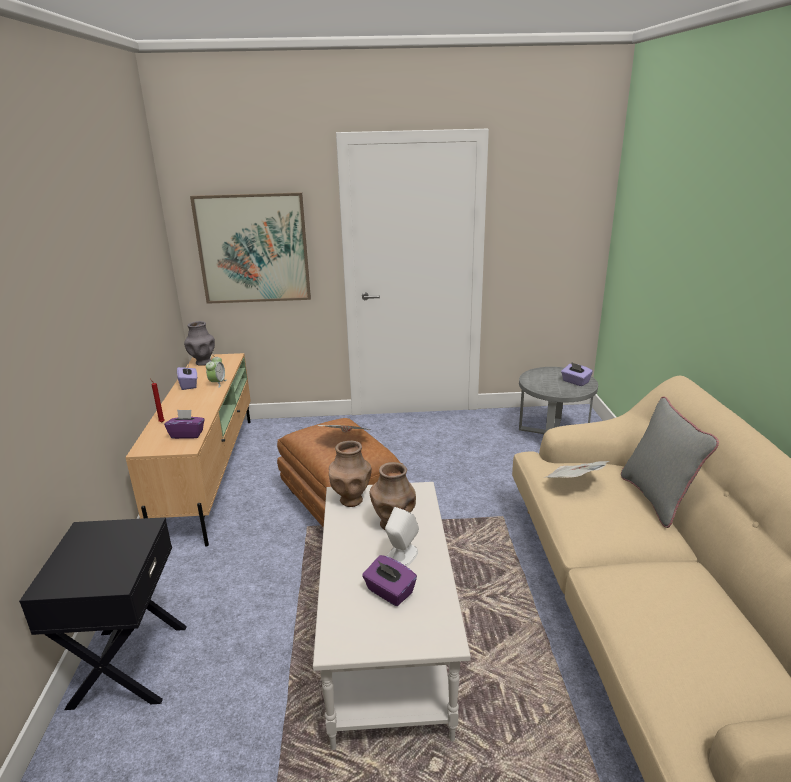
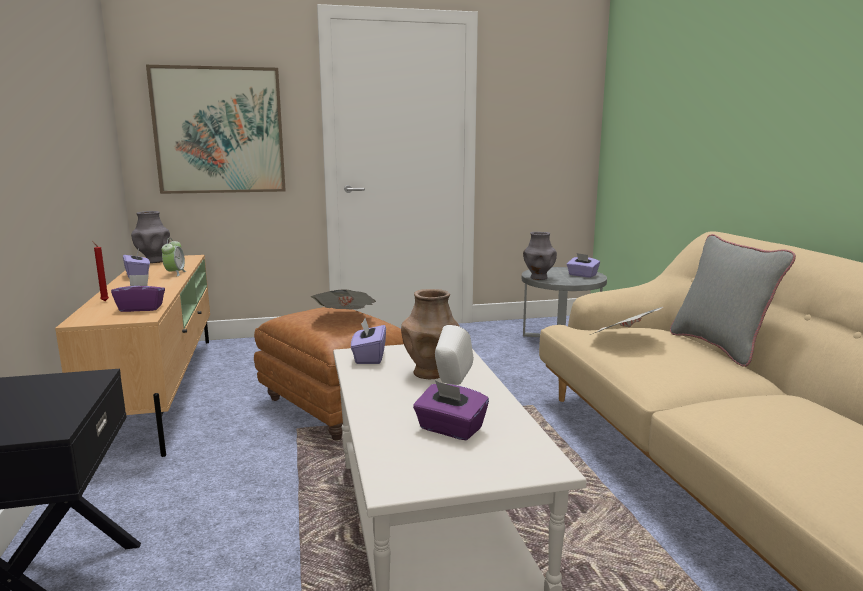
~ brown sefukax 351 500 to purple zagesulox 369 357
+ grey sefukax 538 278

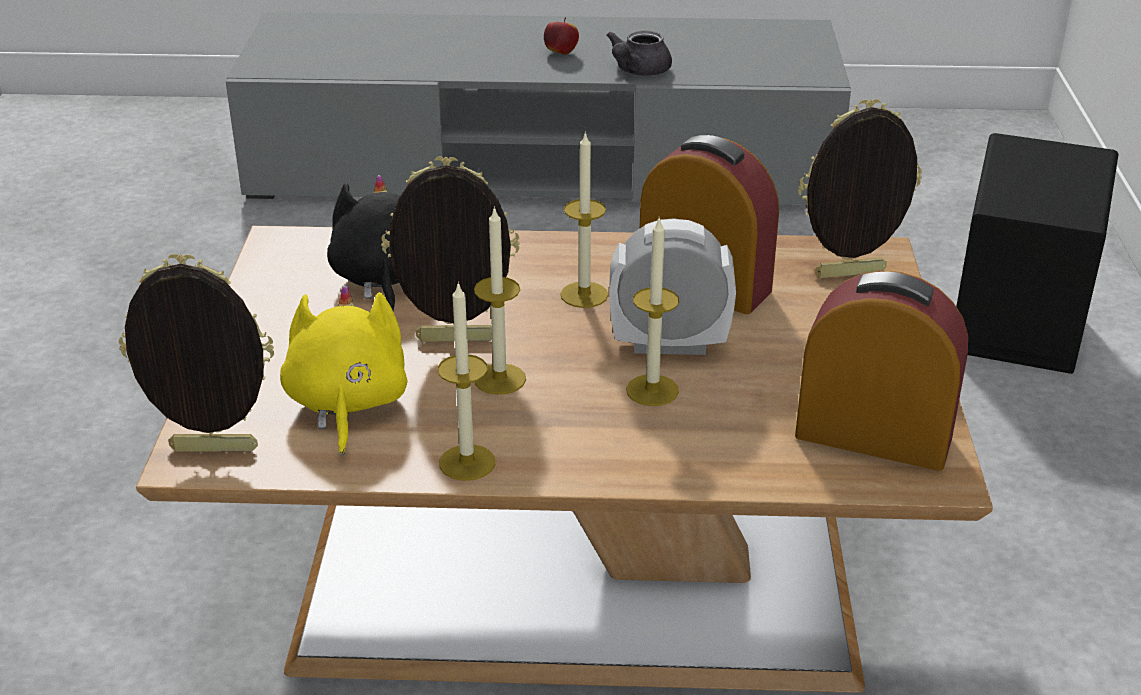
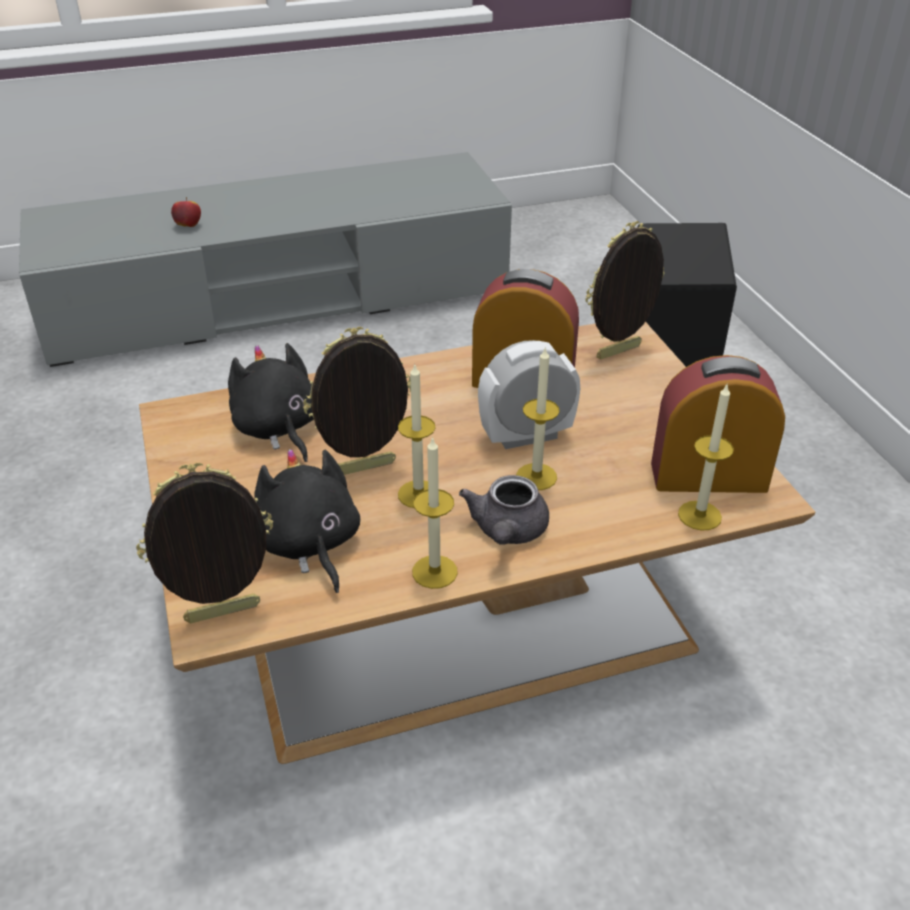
~ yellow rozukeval 346 404 to black rozukeval 310 545
~ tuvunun 561 53 to 188 226
~ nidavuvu 584 295 to 699 515
~ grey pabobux 637 71 to 507 532

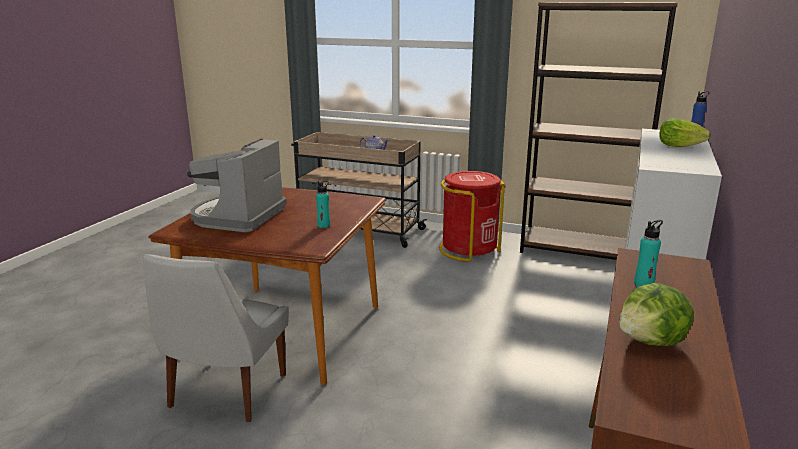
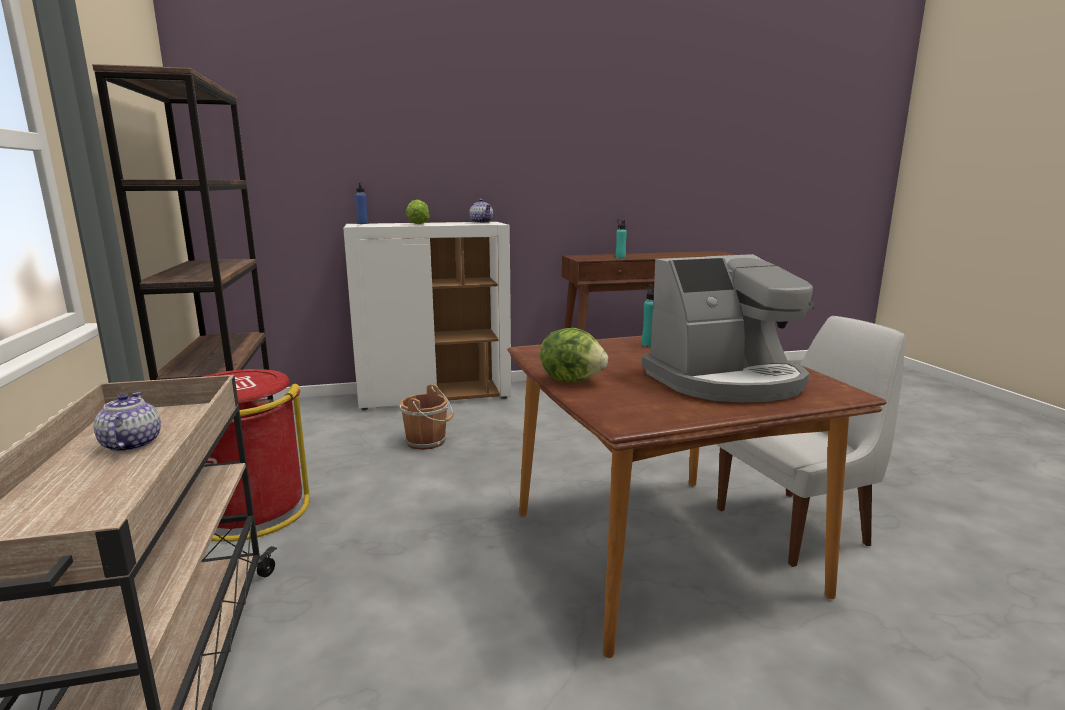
~ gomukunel 652 342 to 572 380
+ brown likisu 428 441
+ pabobux 481 222

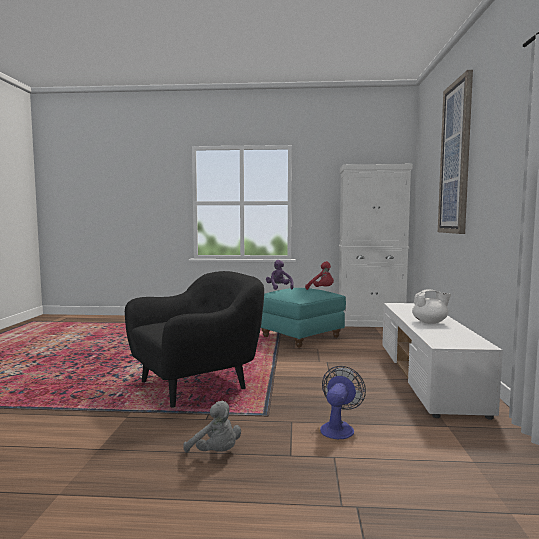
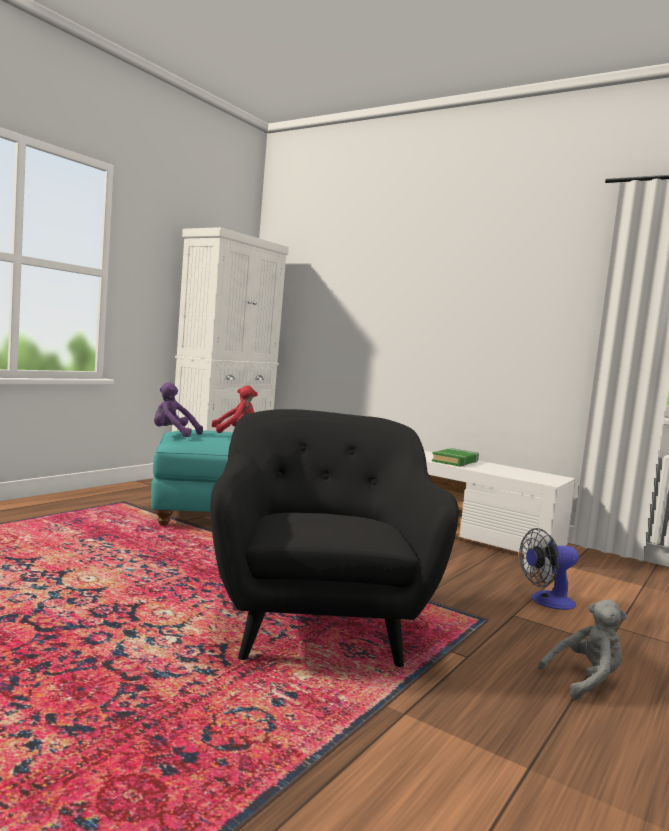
~ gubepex 338 428 = 546 601 75 degrees counterclockwise
~ white pabobux 430 322 to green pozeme 455 461
- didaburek 456 158

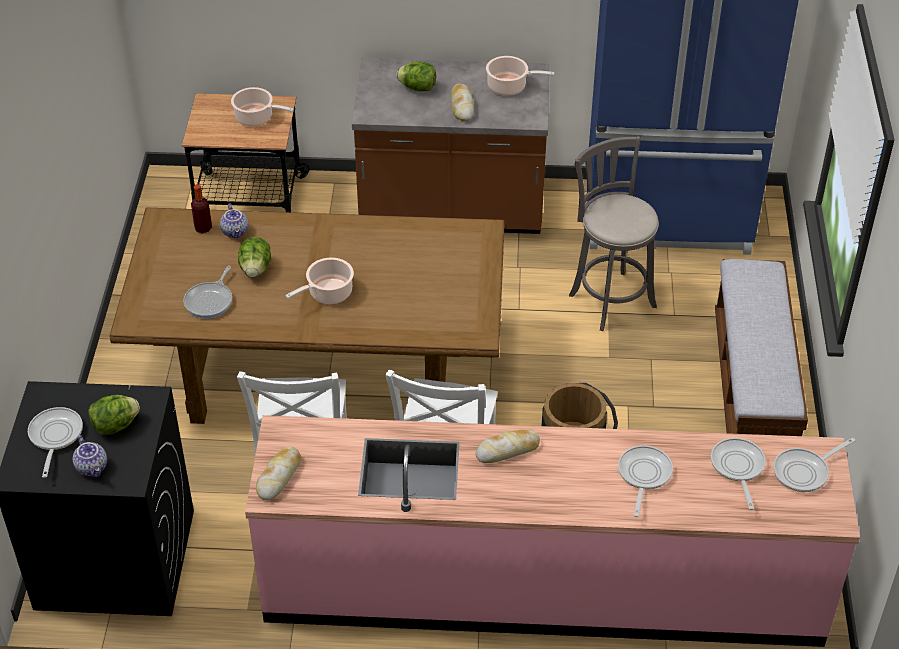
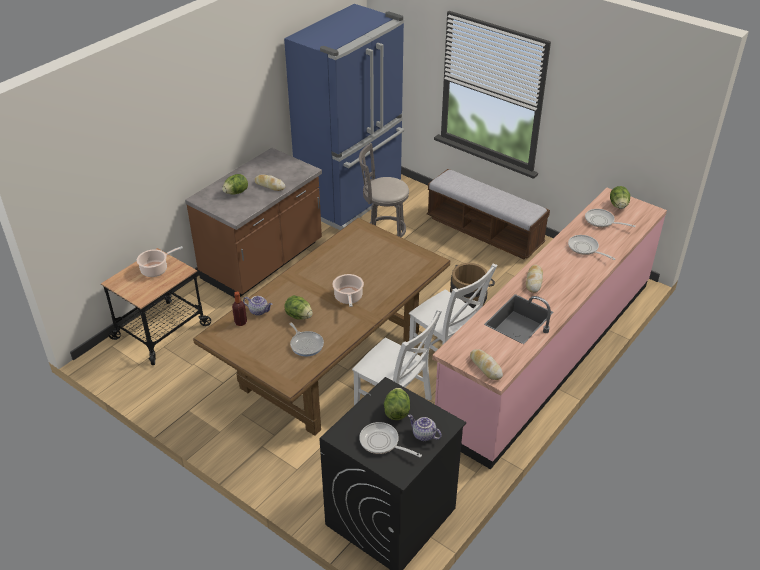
~ pabobux 93 467 = 423 435 150 degrees counterclockwise
- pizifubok 509 87
~ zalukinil 804 472 to gomukunel 618 206

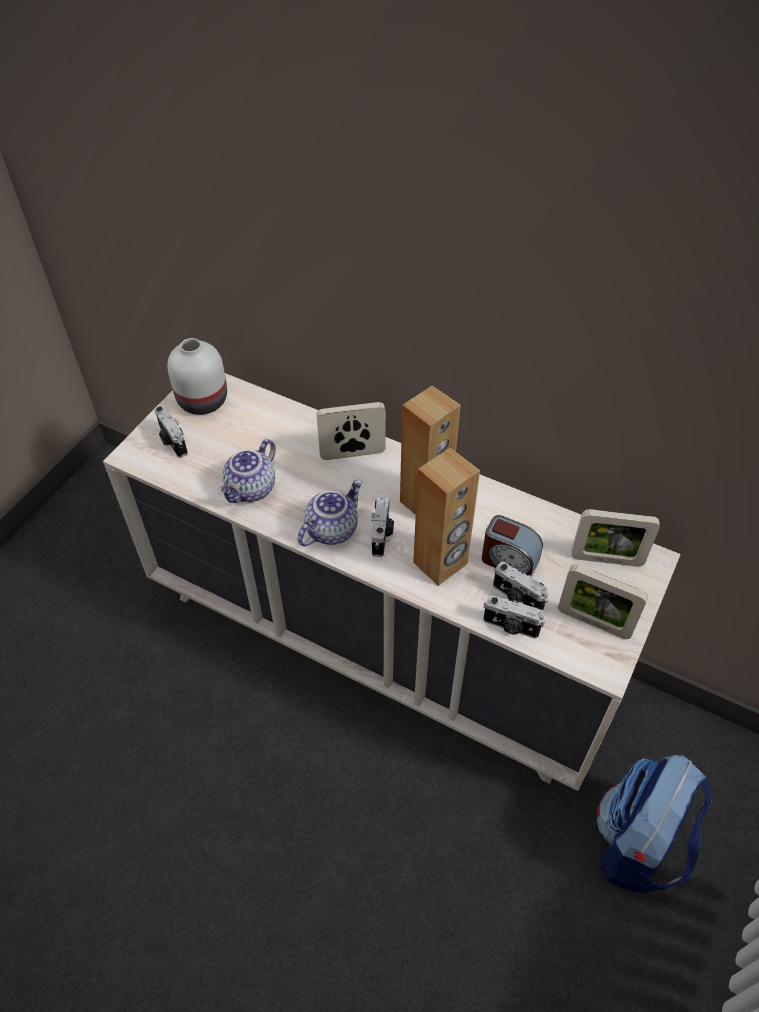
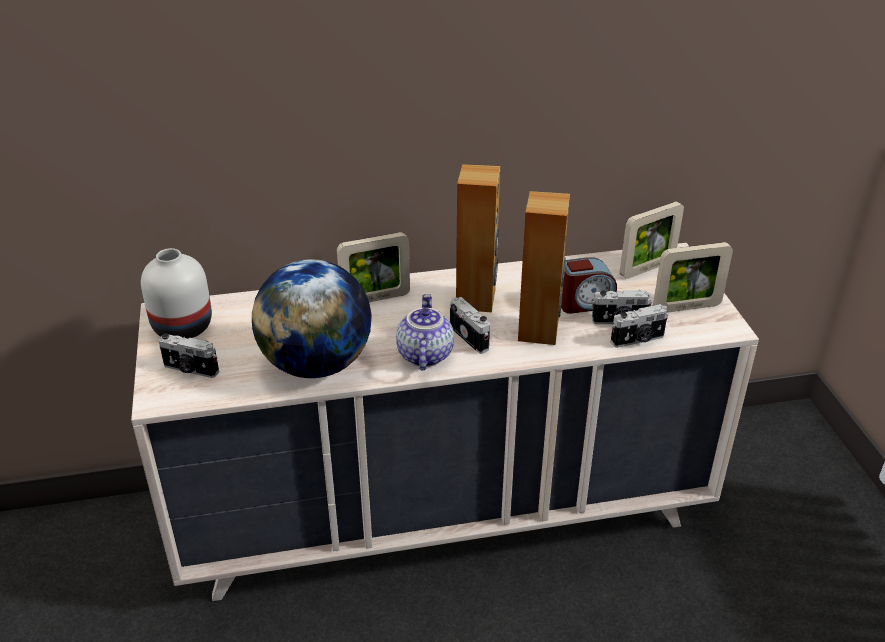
~ pabobux 252 490 to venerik 317 364
~ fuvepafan 352 454 = 375 298 150 degrees counterclockwise
- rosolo 638 844

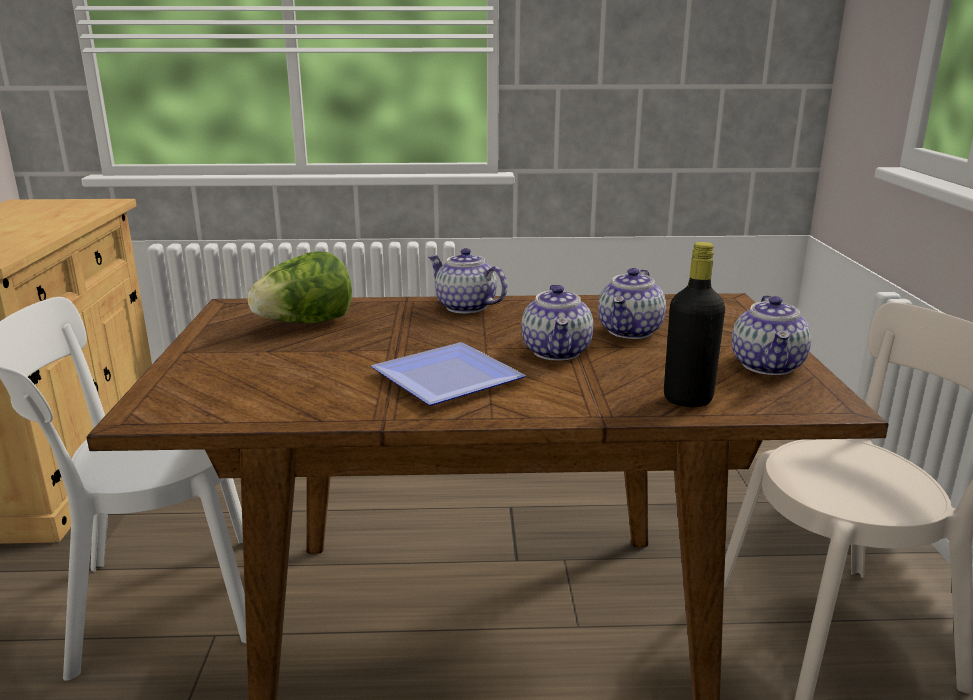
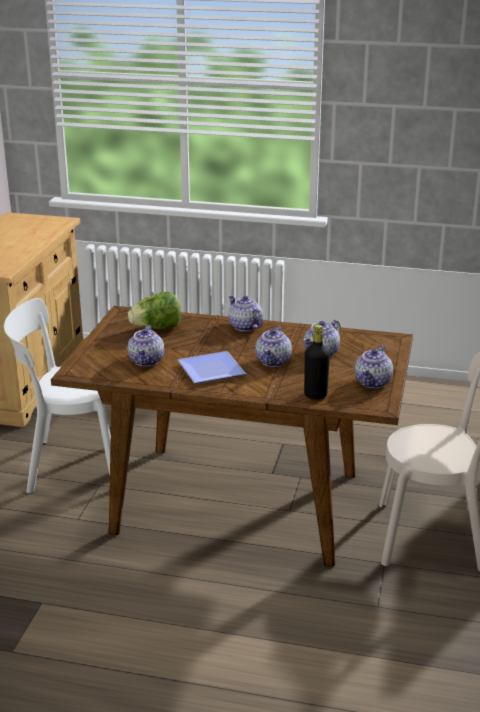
+ pabobux 147 361

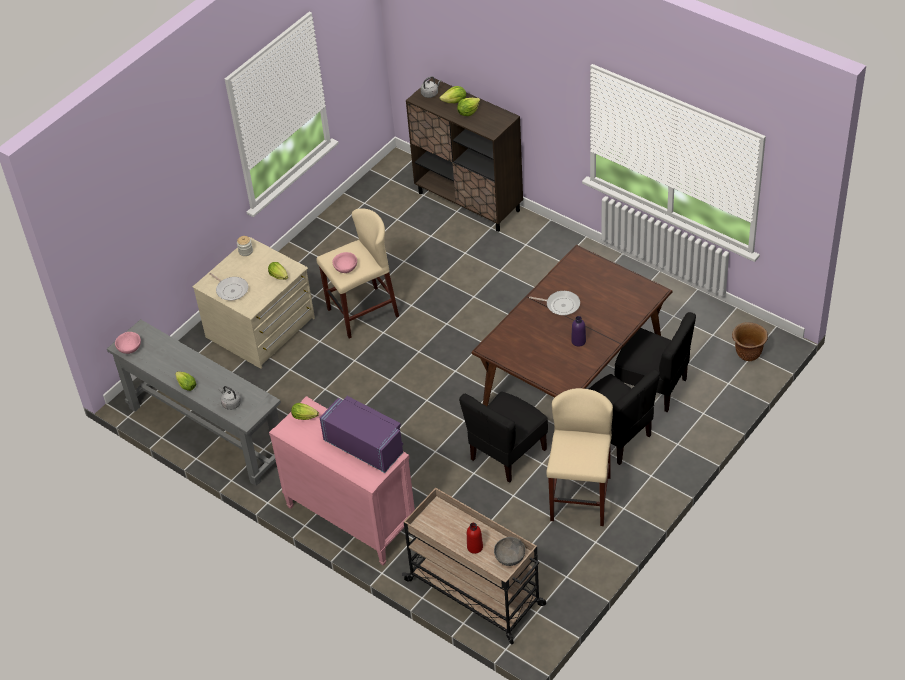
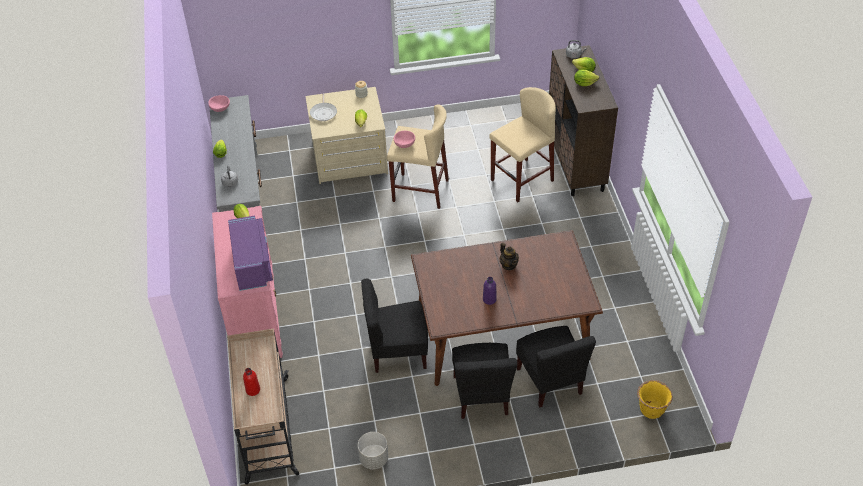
- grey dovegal 510 557
~ zalukinil 561 305 to pabobux 508 265
~ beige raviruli 580 498 to 522 180
~ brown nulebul 748 354 to yellow nulebul 651 410
+ grey nulebul 374 459

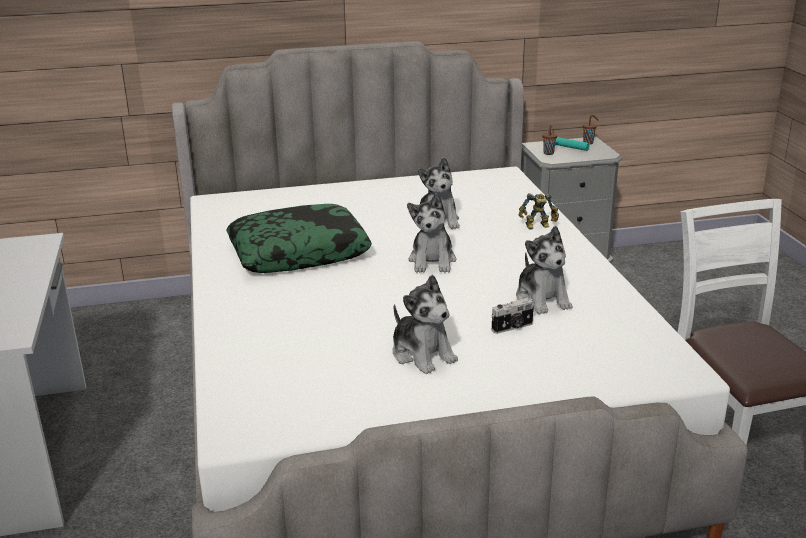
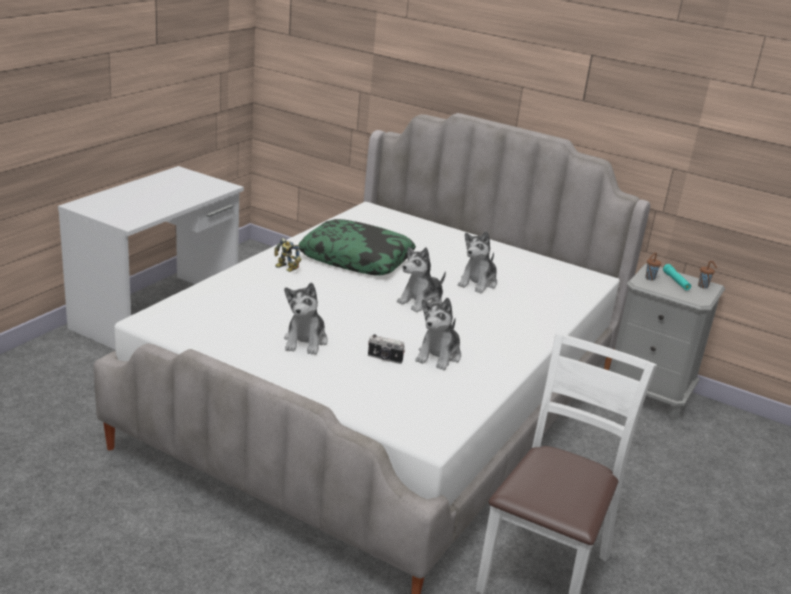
~ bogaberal 538 226 to 285 268

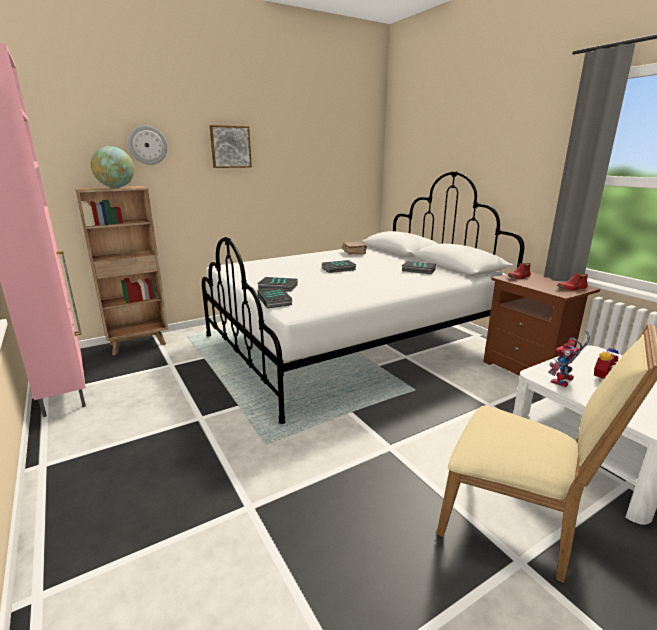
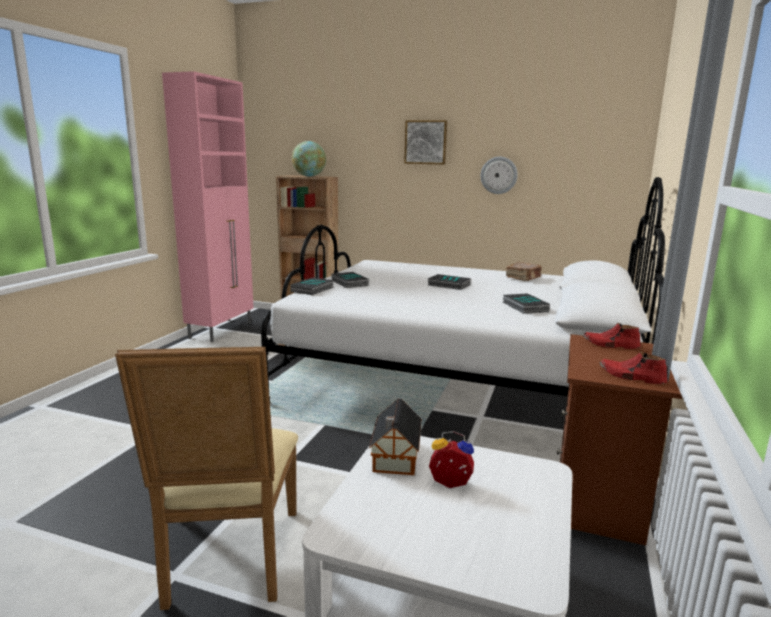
~ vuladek 148 145 to 499 175
~ bogaberal 563 382 to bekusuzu 395 458

